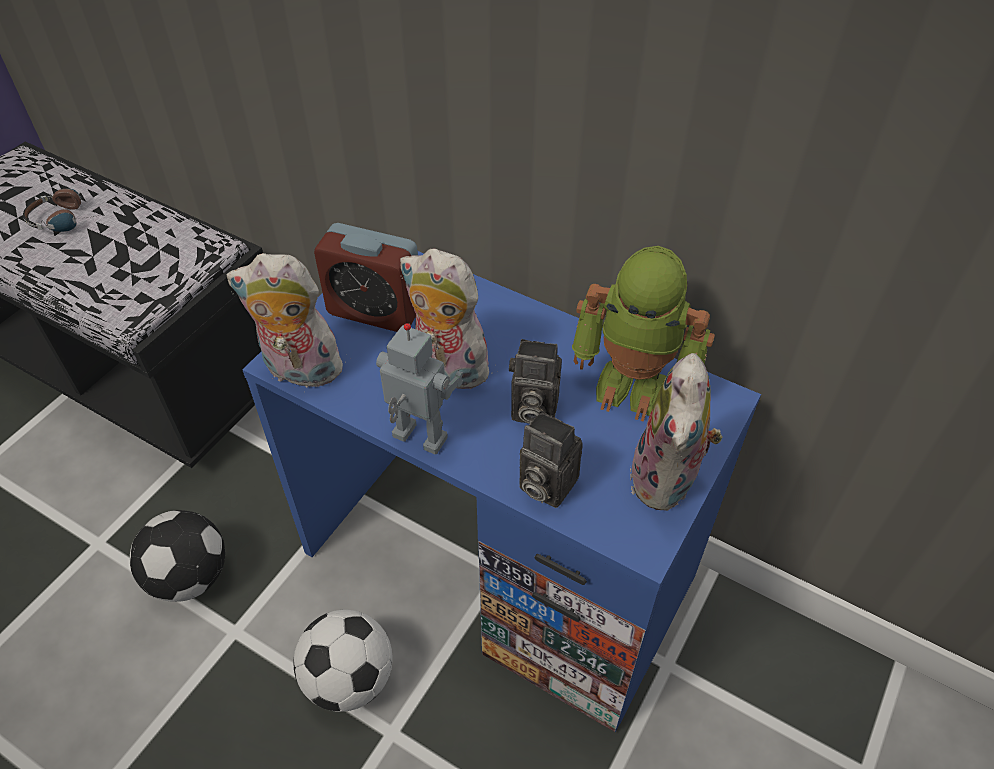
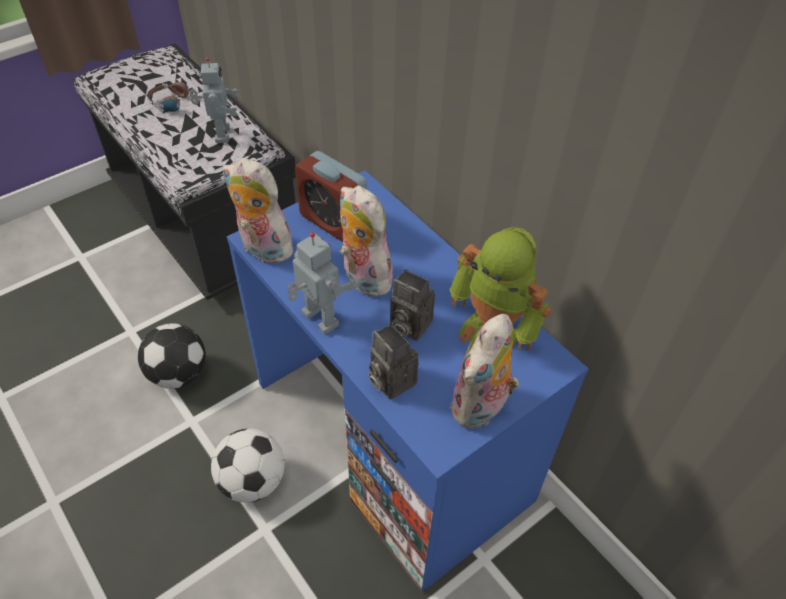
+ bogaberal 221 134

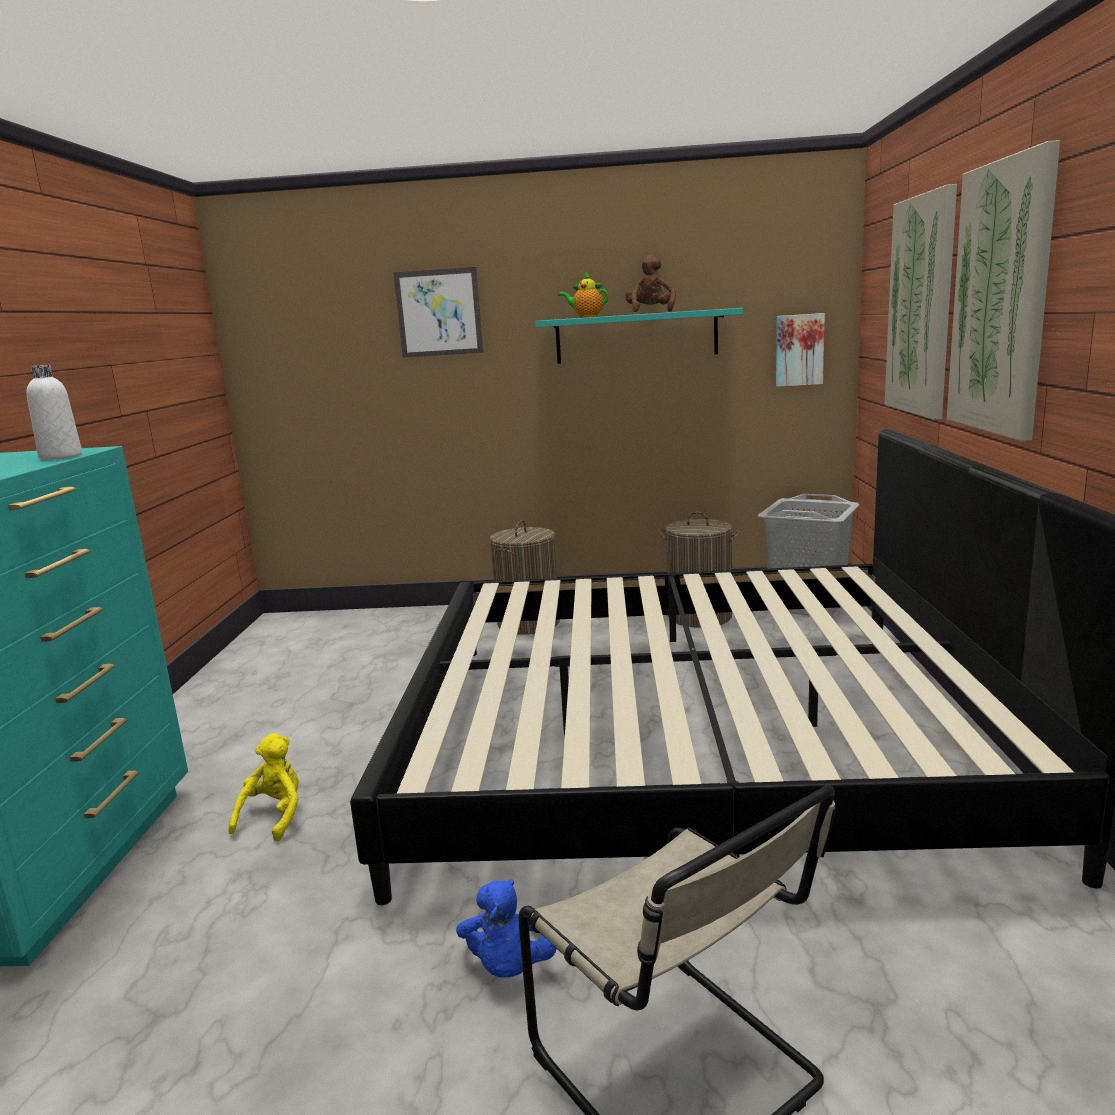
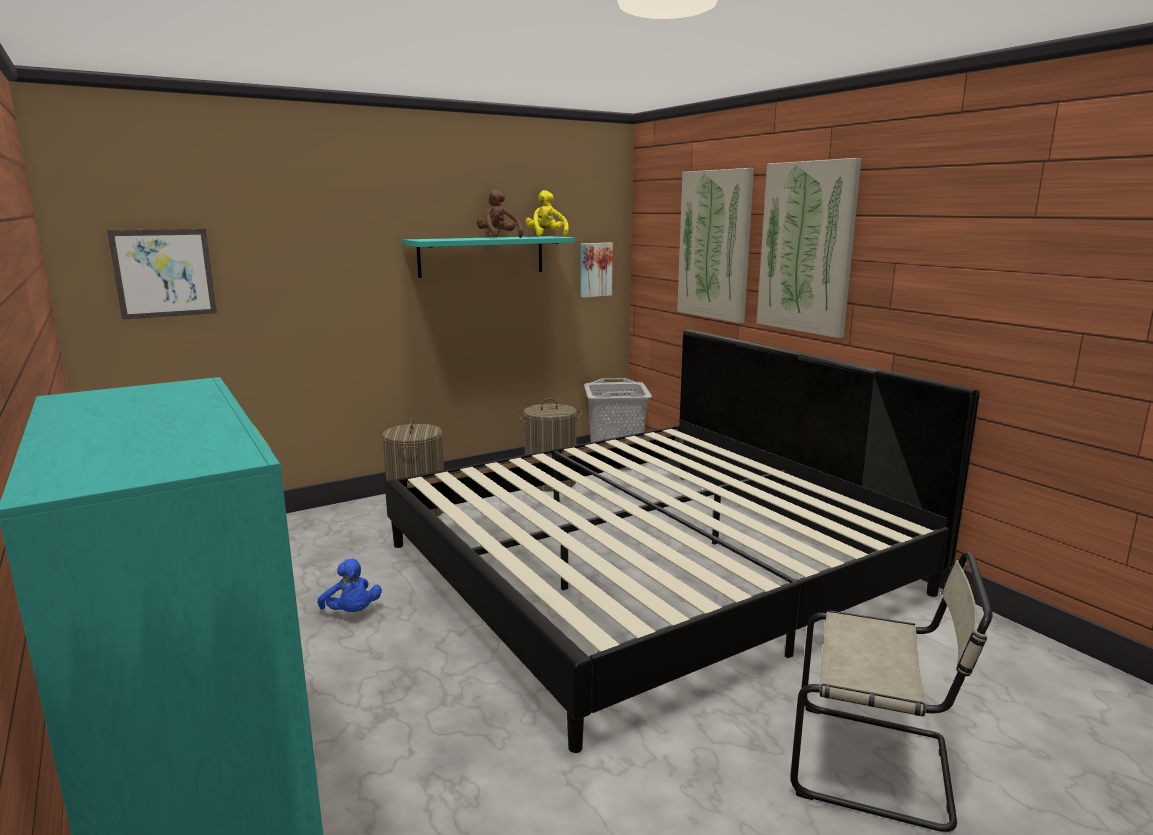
- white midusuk 61 456
~ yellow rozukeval 274 817 to 546 236
~ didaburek 439 313 to 164 273
~ blue rozukeval 508 967 to 352 613
- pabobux 586 317

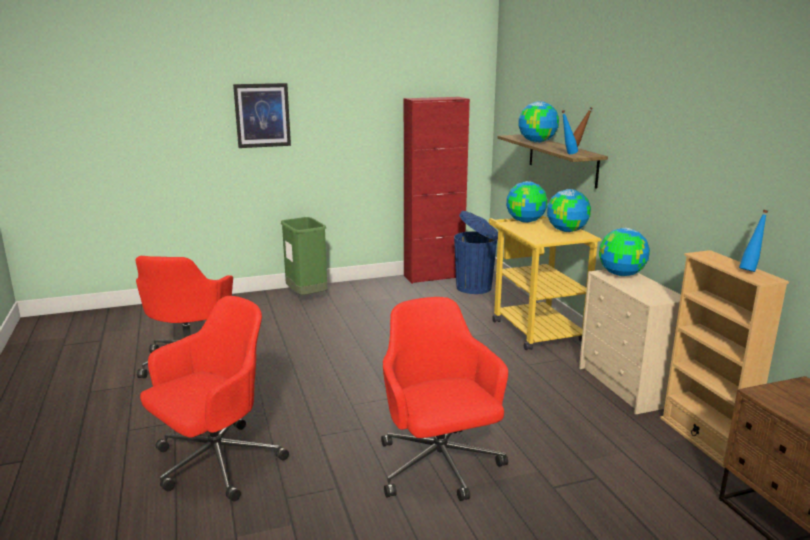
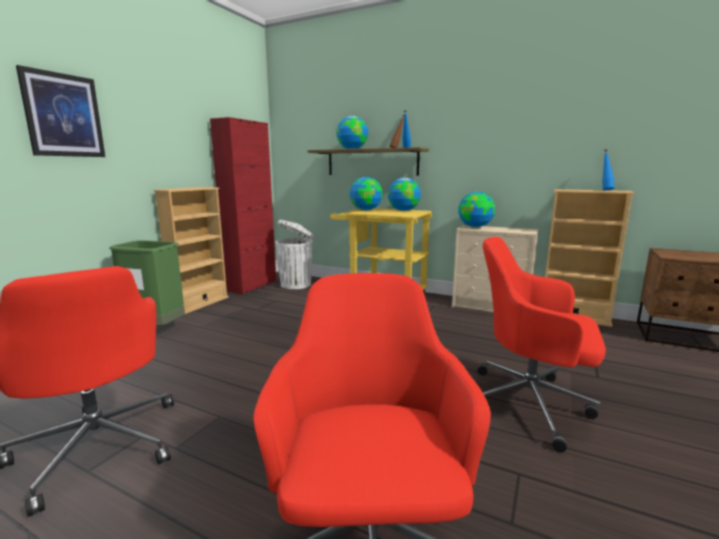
~ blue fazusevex 475 287 to white fazusevex 297 284
+ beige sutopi 200 304

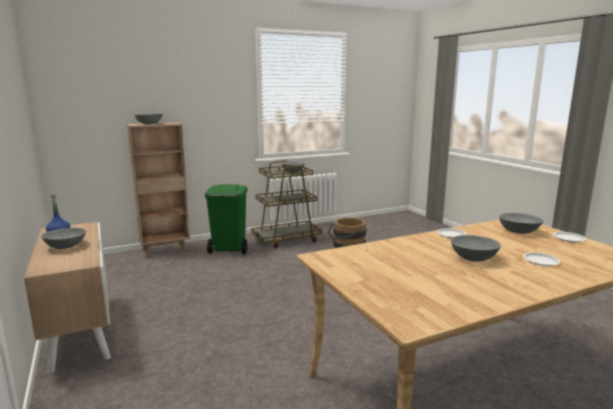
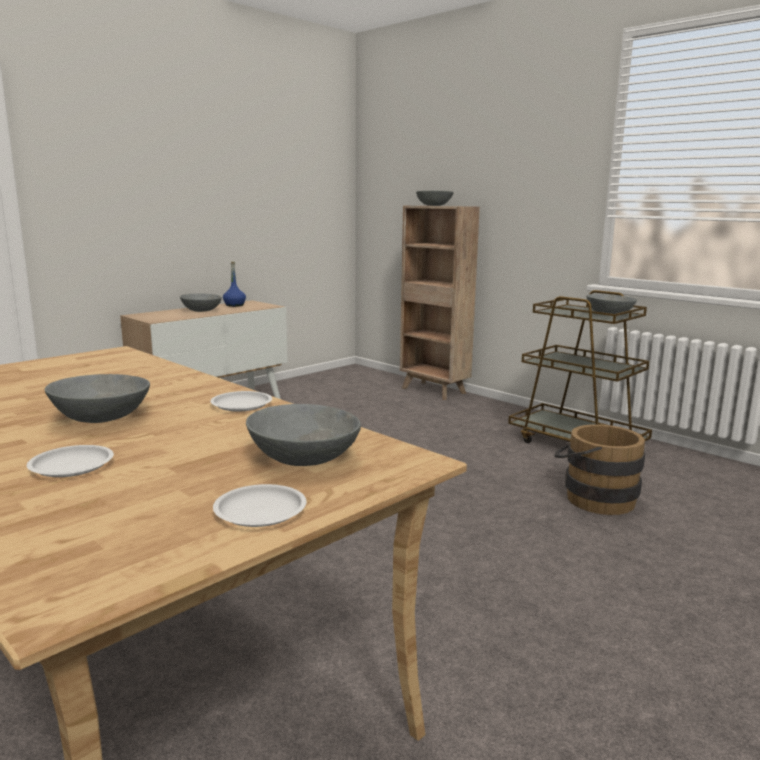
- green fazusevex 228 250

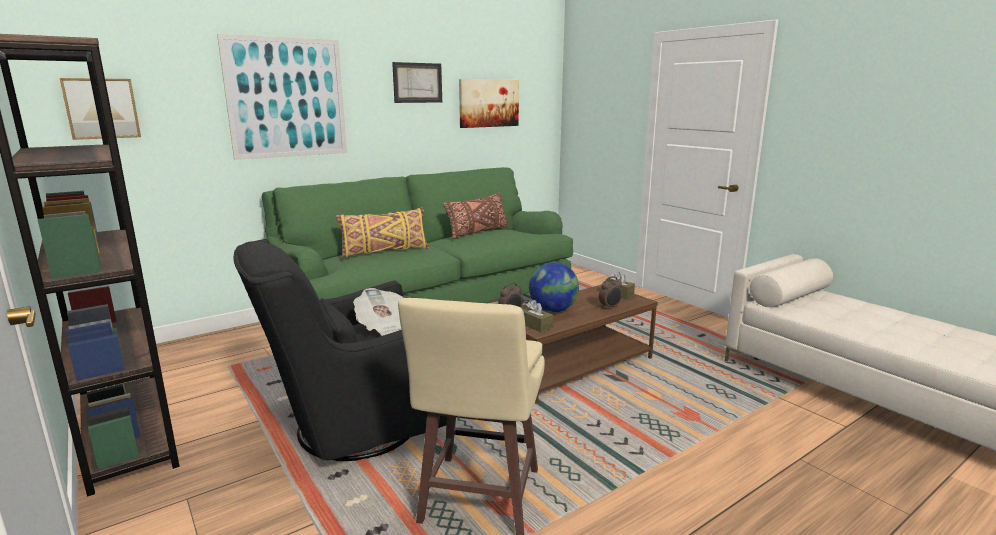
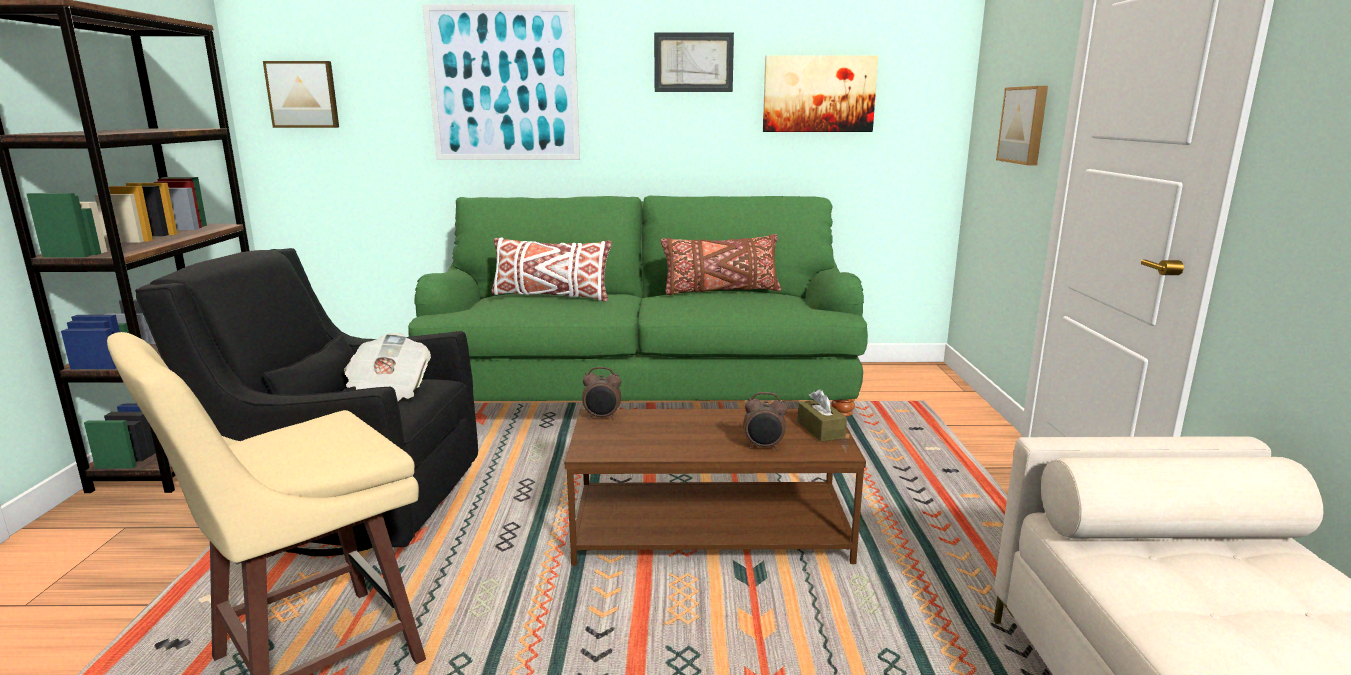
~ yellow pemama 384 251 to white pemama 551 296
- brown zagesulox 535 325
- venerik 553 310
+ didaburek 1025 125

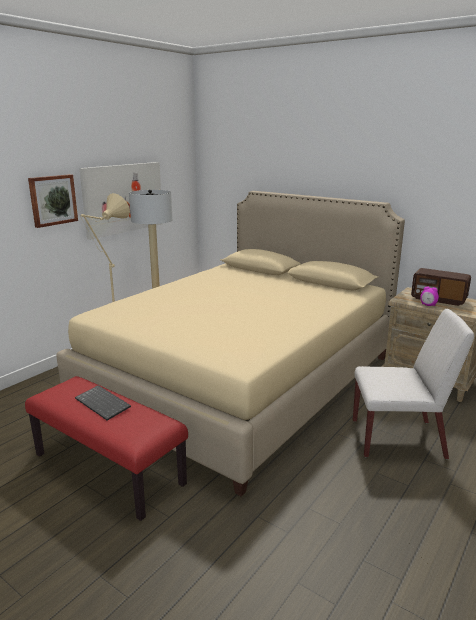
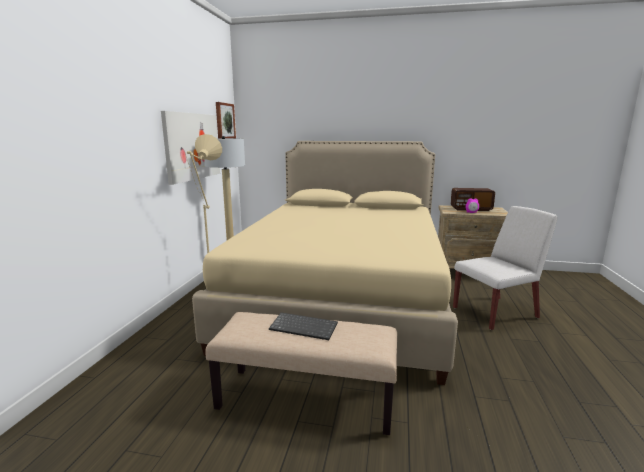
~ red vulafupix 109 469 to beige vulafupix 306 399
~ didaburek 53 200 to 224 121

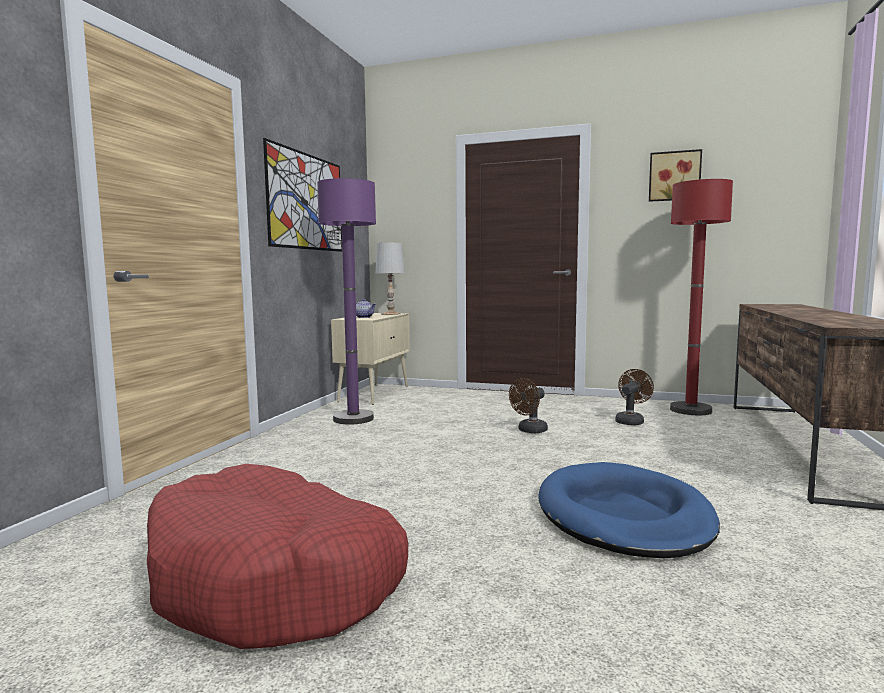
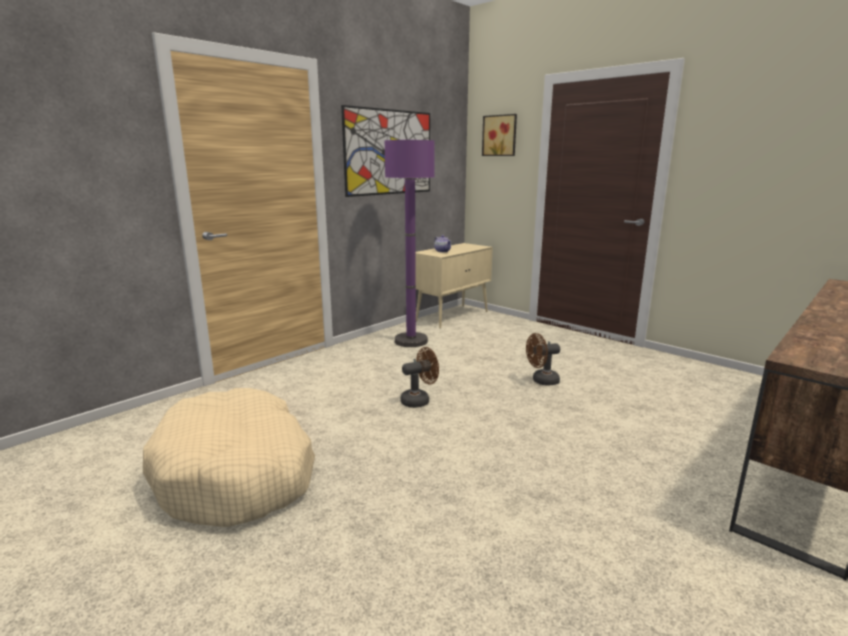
~ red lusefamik 276 579 to beige lusefamik 237 474
- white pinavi 390 314
- blue lusefamik 623 516
~ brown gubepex 631 421 to 419 400
~ didaburek 674 176 to 500 135
- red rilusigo 690 410

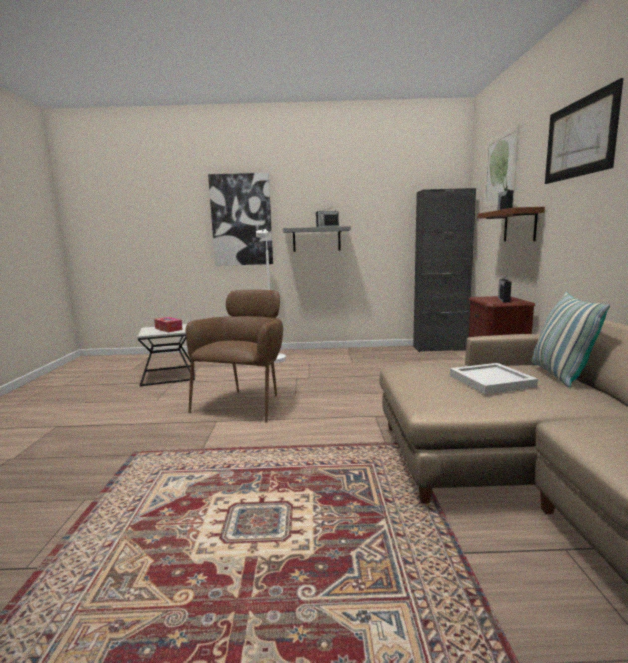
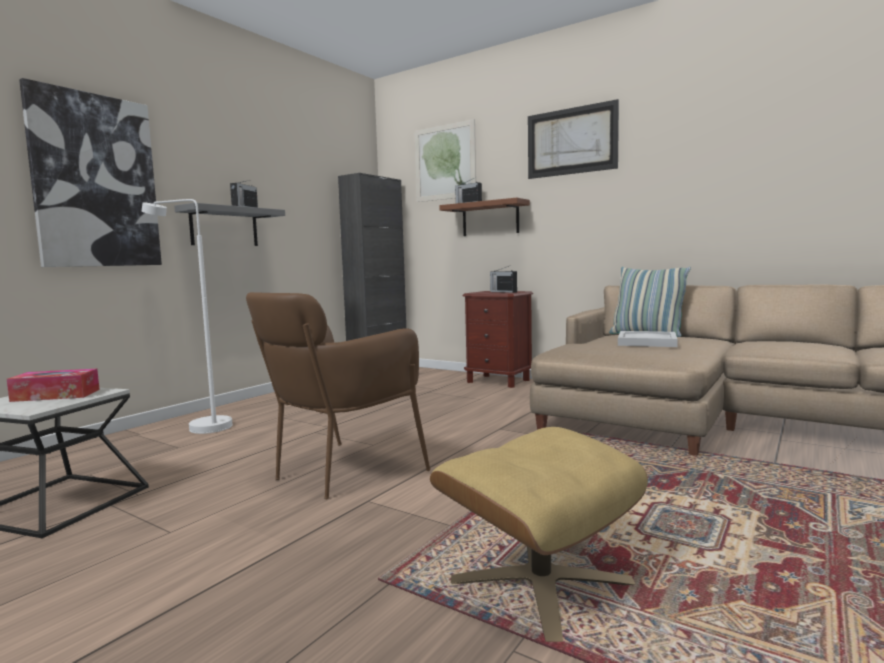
~ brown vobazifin 244 403 = 338 473 105 degrees counterclockwise
+ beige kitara 540 581

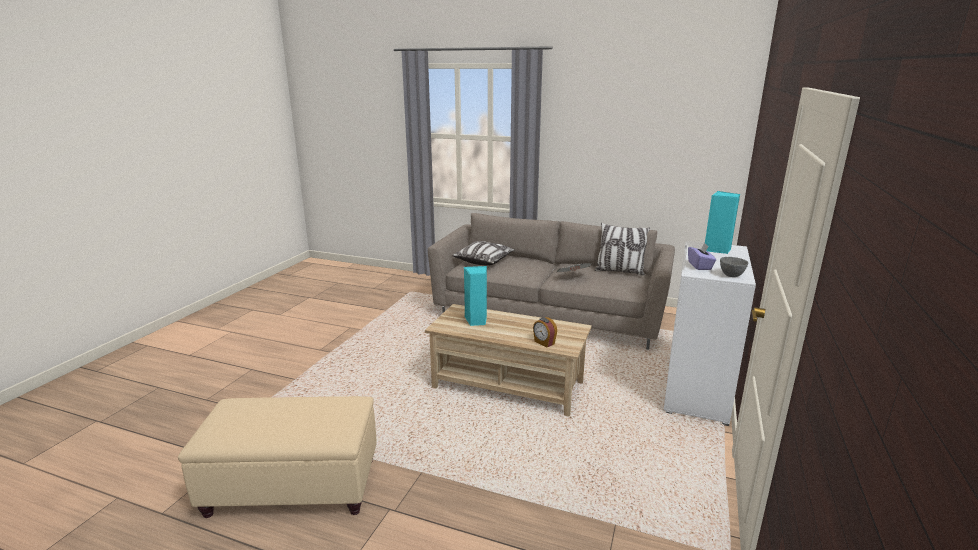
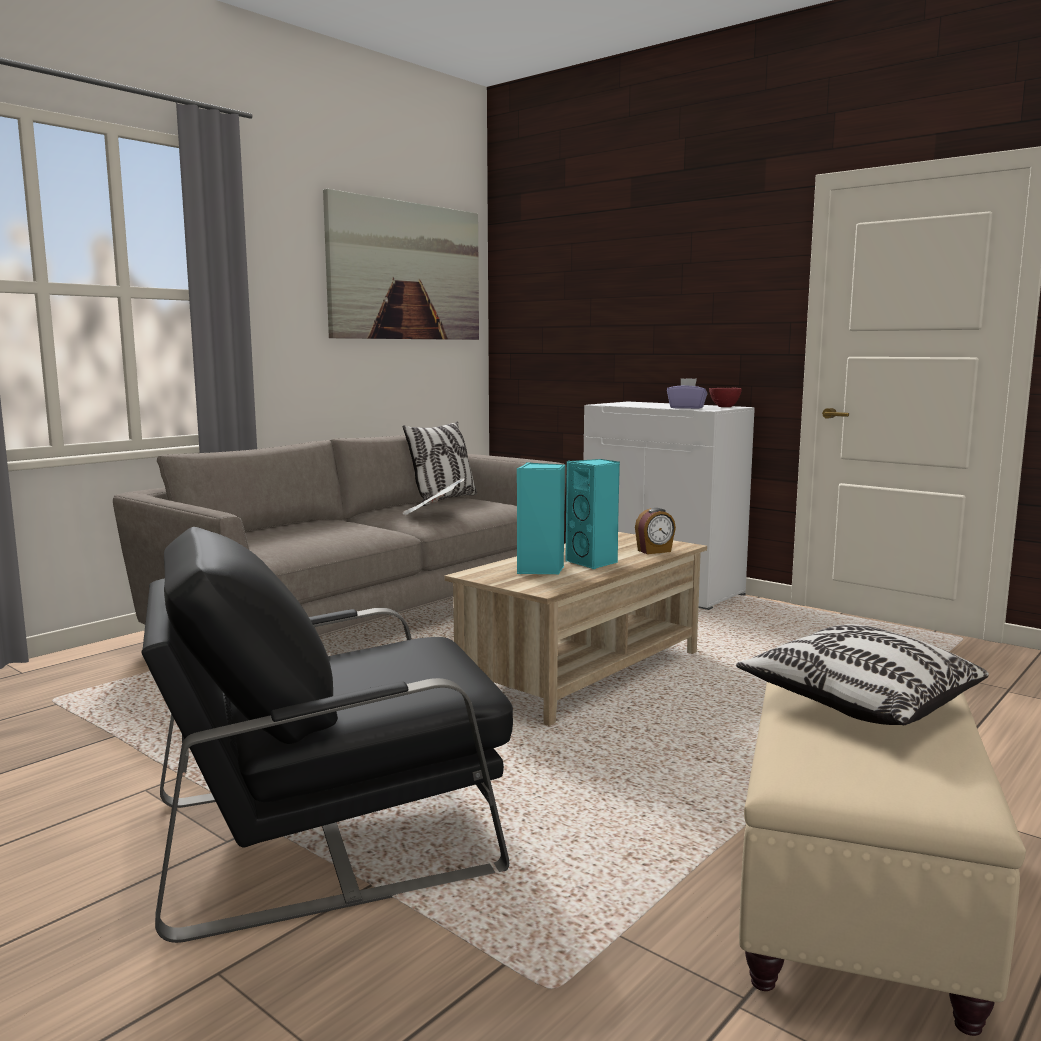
~ pemama 484 261 to 858 703
~ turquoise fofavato 717 250 to 593 562
~ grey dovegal 731 275 to red dovegal 724 407
+ black vobazifin 330 834
+ didaburek 406 271

